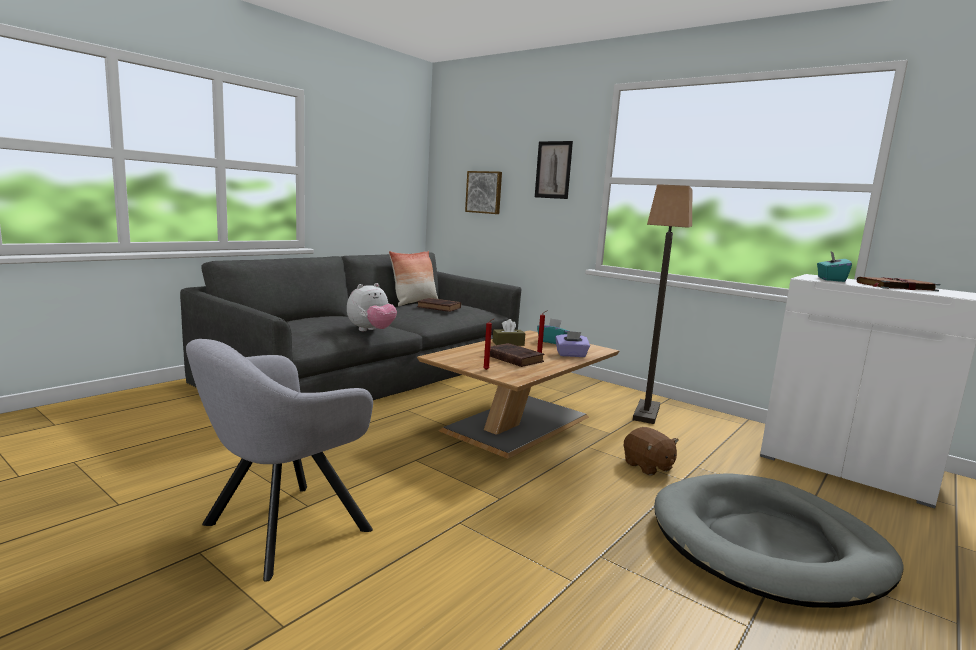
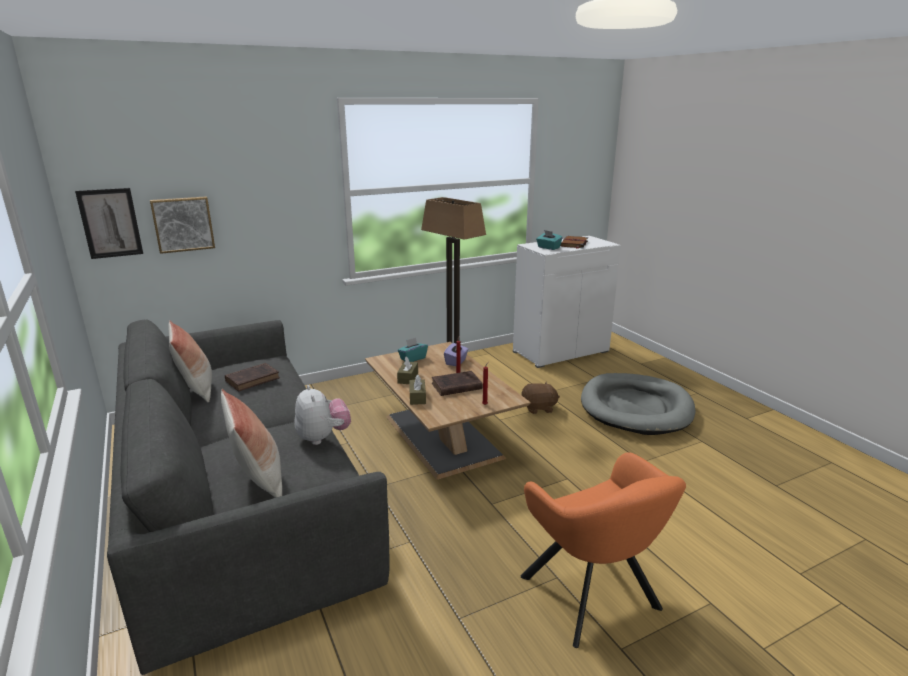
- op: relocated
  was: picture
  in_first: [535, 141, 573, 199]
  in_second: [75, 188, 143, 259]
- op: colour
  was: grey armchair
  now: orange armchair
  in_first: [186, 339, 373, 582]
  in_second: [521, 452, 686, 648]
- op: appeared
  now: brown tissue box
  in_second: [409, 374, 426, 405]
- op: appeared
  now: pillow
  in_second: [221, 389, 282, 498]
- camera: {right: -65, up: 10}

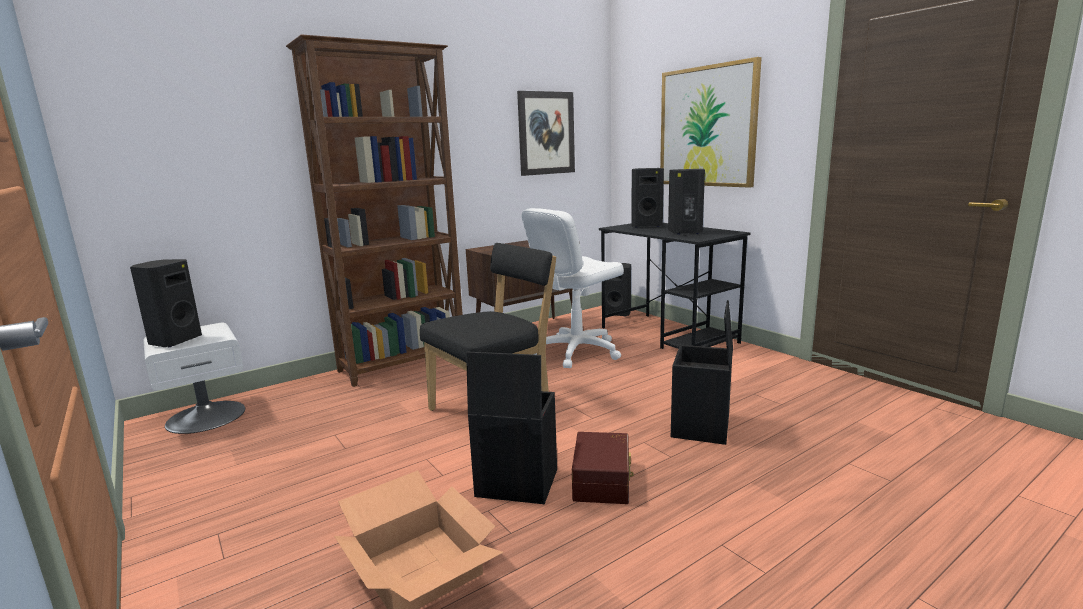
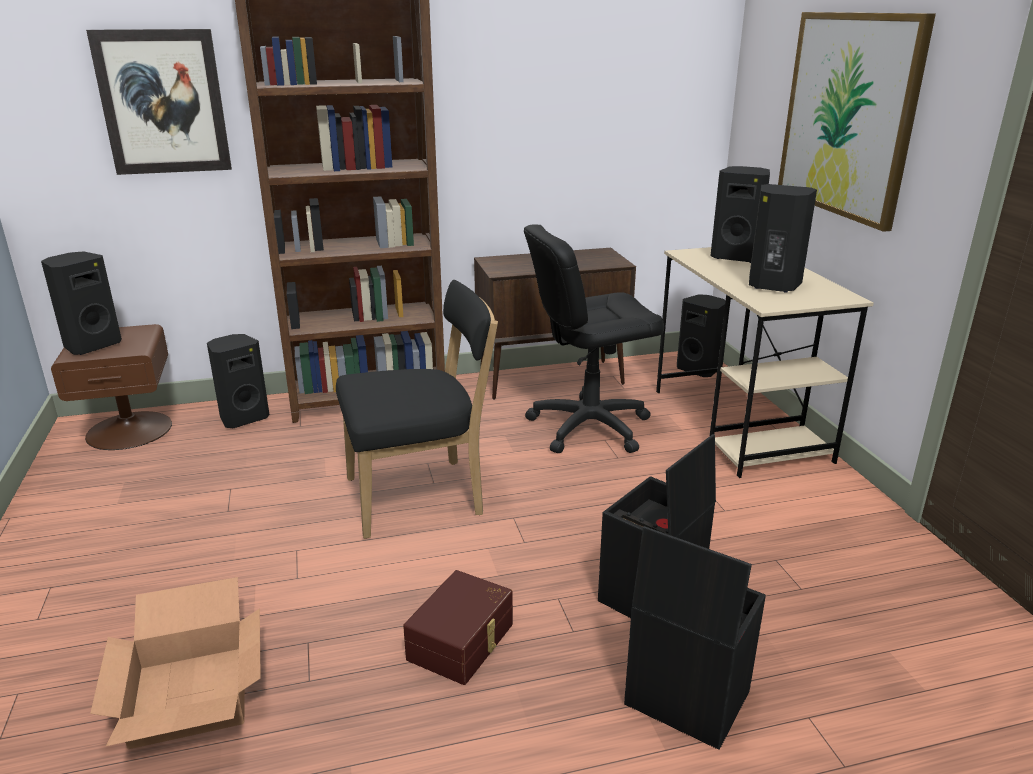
- op: relocated
  was: picture
  in_first: [517, 91, 575, 176]
  in_second: [86, 29, 232, 175]
- op: colour
  was: white office chair
  now: black office chair
  in_first: [521, 208, 624, 368]
  in_second: [524, 225, 664, 453]
- op: colour
  was: black desk
  now: beige desk
  in_first: [599, 223, 750, 349]
  in_second: [656, 247, 874, 478]
- op: colour
  was: white nightstand
  now: brown nightstand
  in_first: [143, 322, 245, 434]
  in_second: [51, 324, 172, 450]
- op: relocated
  was: black storage box
  in_first: [466, 352, 557, 504]
  in_second: [624, 526, 766, 750]
- op: appeared
  now: black speaker
  in_second: [207, 334, 270, 428]
- camera: {right: 20, up: 10}

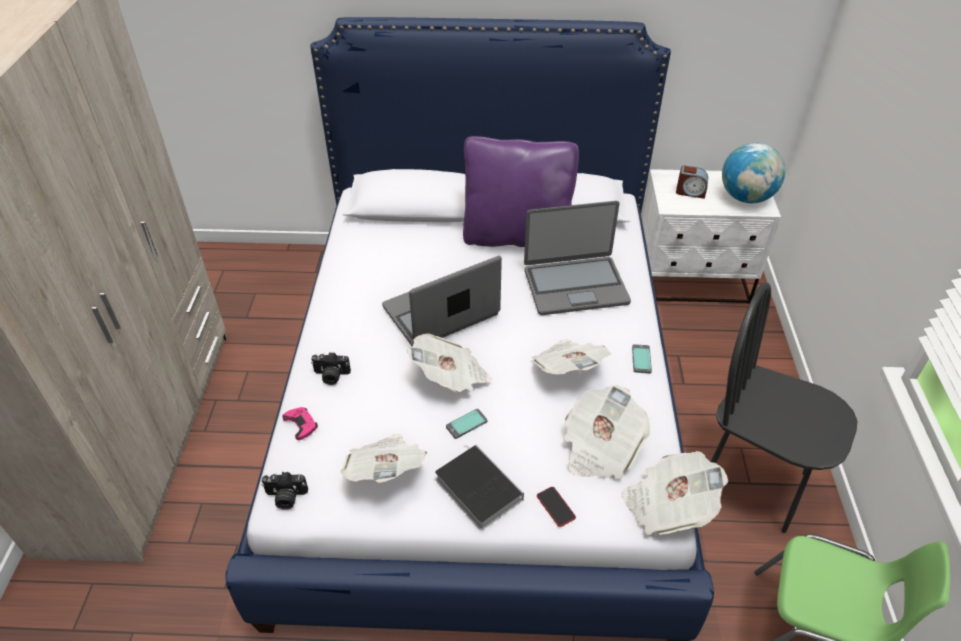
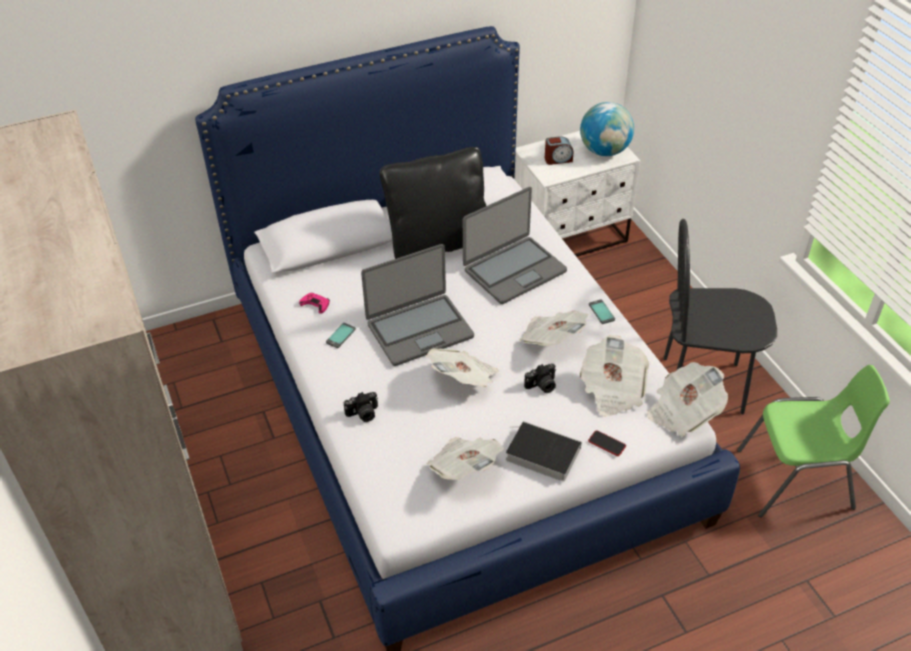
- op: colour
  was: purple pillow
  now: black pillow
  in_first: [463, 136, 579, 247]
  in_second: [380, 147, 486, 259]
- op: spun
  was: laptop
  in_first: [382, 256, 502, 346]
  in_second: [361, 244, 474, 366]
  clockwise: -150
- op: relocated
  was: pink game controller
  in_first: [282, 407, 318, 440]
  in_second: [299, 293, 330, 314]
- op: relocated
  was: phone
  in_first: [446, 409, 488, 439]
  in_second: [326, 323, 356, 348]
- op: relocated
  was: photo camera
  in_first: [262, 472, 308, 510]
  in_second: [524, 364, 556, 393]
- camera: {right: -25, up: 0}

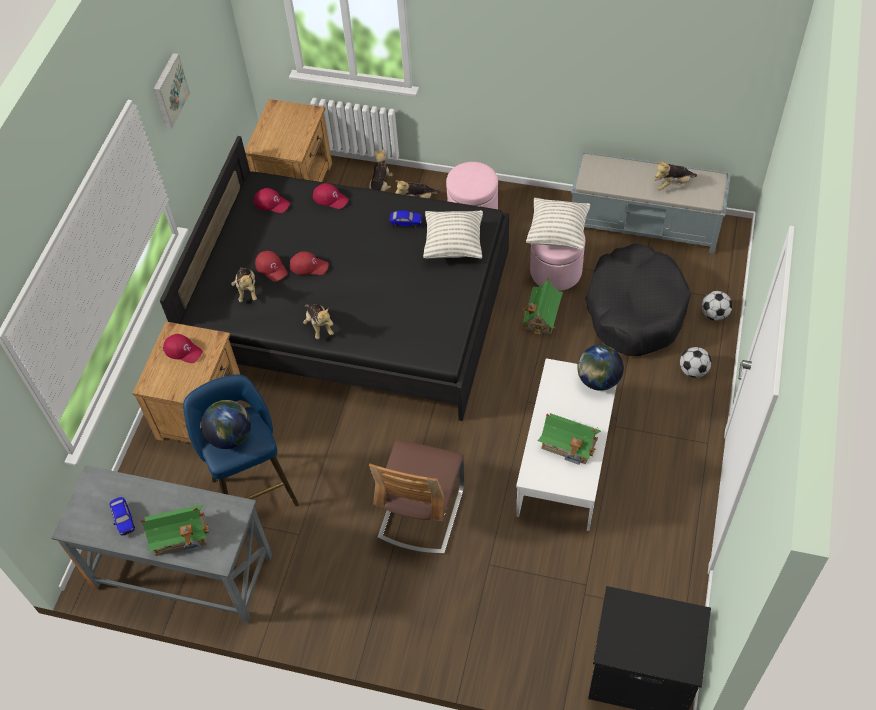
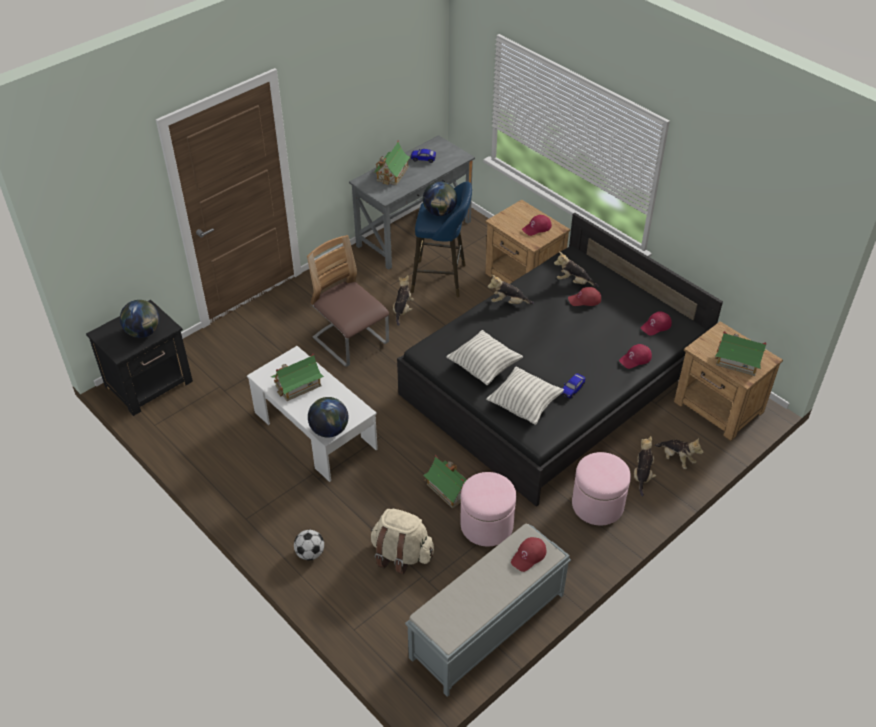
- op: missing
  was: picture
  in_first: [153, 53, 190, 129]
- op: relocated
  was: plush toy
  in_first: [654, 162, 697, 190]
  in_second: [393, 275, 414, 326]
- op: relocated
  was: pillow
  in_first: [526, 198, 590, 250]
  in_second: [446, 330, 523, 385]
- op: exchanged
  was: black dog bed
  now: beige backpack
  in_first: [585, 243, 691, 356]
  in_second: [371, 509, 434, 574]
- op: relocated
  was: red cap
  in_first: [290, 251, 329, 275]
  in_second: [511, 537, 546, 572]
- op: missing
  was: football
  in_first: [702, 291, 732, 321]
- op: appeared
  now: globe
  in_second: [120, 300, 160, 338]
- op: appeared
  now: toy house
  in_second: [715, 331, 767, 376]
- camera: {right: 120, up: -10}

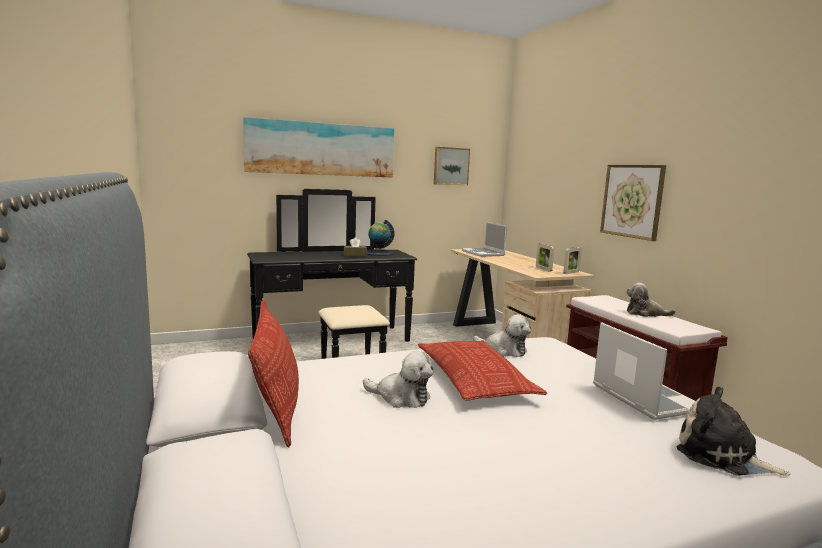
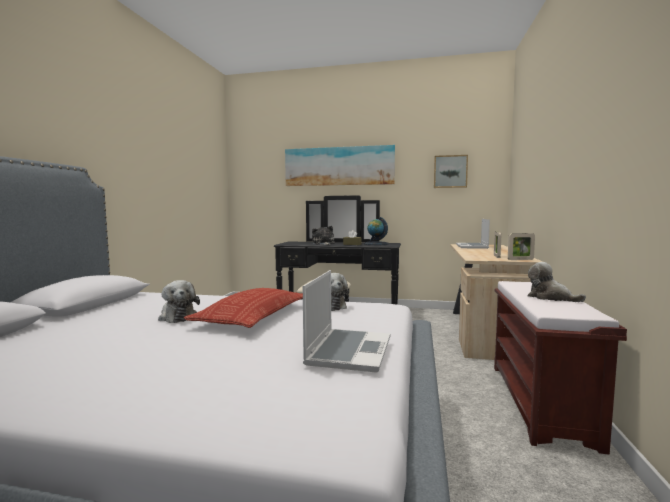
- op: missing
  was: picture
  in_first: [600, 165, 666, 241]
- op: missing
  was: pillow
  in_first: [248, 300, 299, 447]
- op: relocated
  was: plush toy
  in_first: [677, 387, 791, 476]
  in_second: [312, 226, 335, 245]
- camera: {right: 35, up: -5}

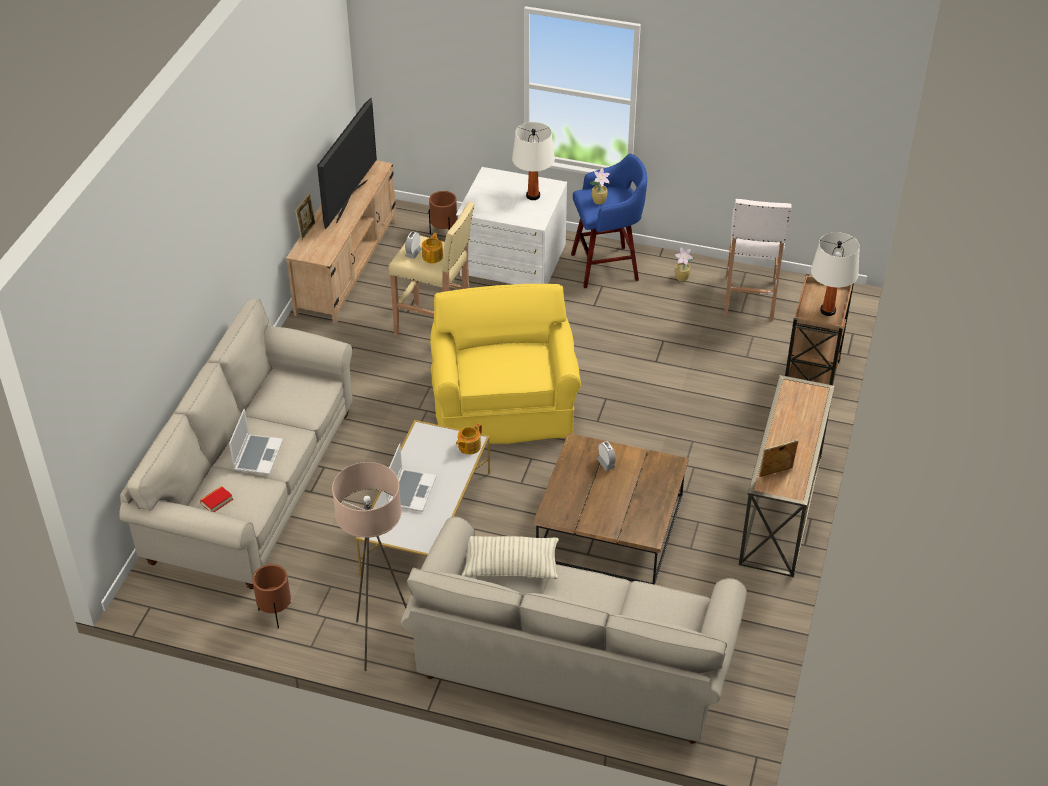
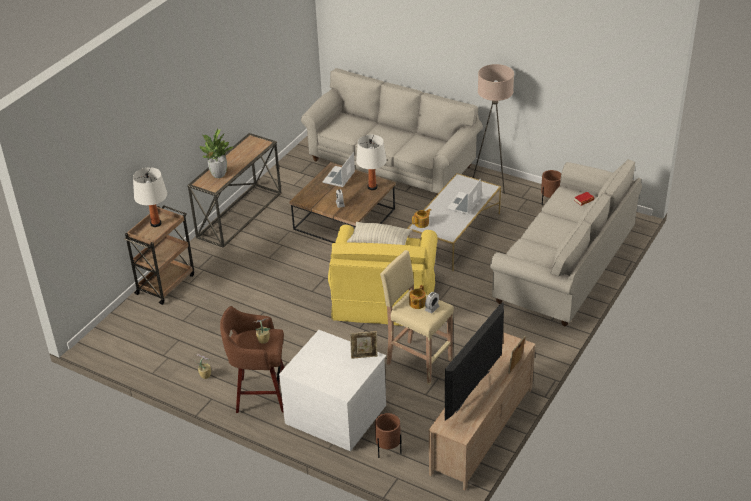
- op: relocated
  was: white table lamp
  in_first: [512, 122, 555, 200]
  in_second: [356, 135, 387, 190]
- op: colour
  was: blue stool
  now: brown stool
  in_first: [571, 154, 647, 288]
  in_second: [220, 306, 285, 413]
- op: missing
  was: white stool
  in_first: [724, 199, 792, 321]
- op: relocated
  was: laptop
  in_first: [229, 409, 283, 475]
  in_second: [323, 152, 355, 187]
- op: relocated
  was: picture frame
  in_first: [759, 440, 798, 477]
  in_second: [350, 331, 378, 359]
- op: relocated
  was: pillow
  in_first: [462, 536, 559, 579]
  in_second: [347, 222, 412, 245]
- op: appeared
  now: potted plant
  in_second: [199, 129, 234, 178]
- camera: {right: -165, up: -5}

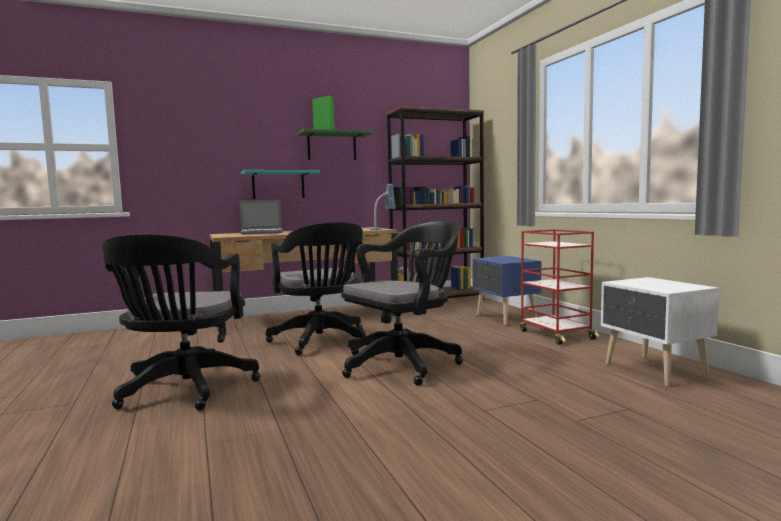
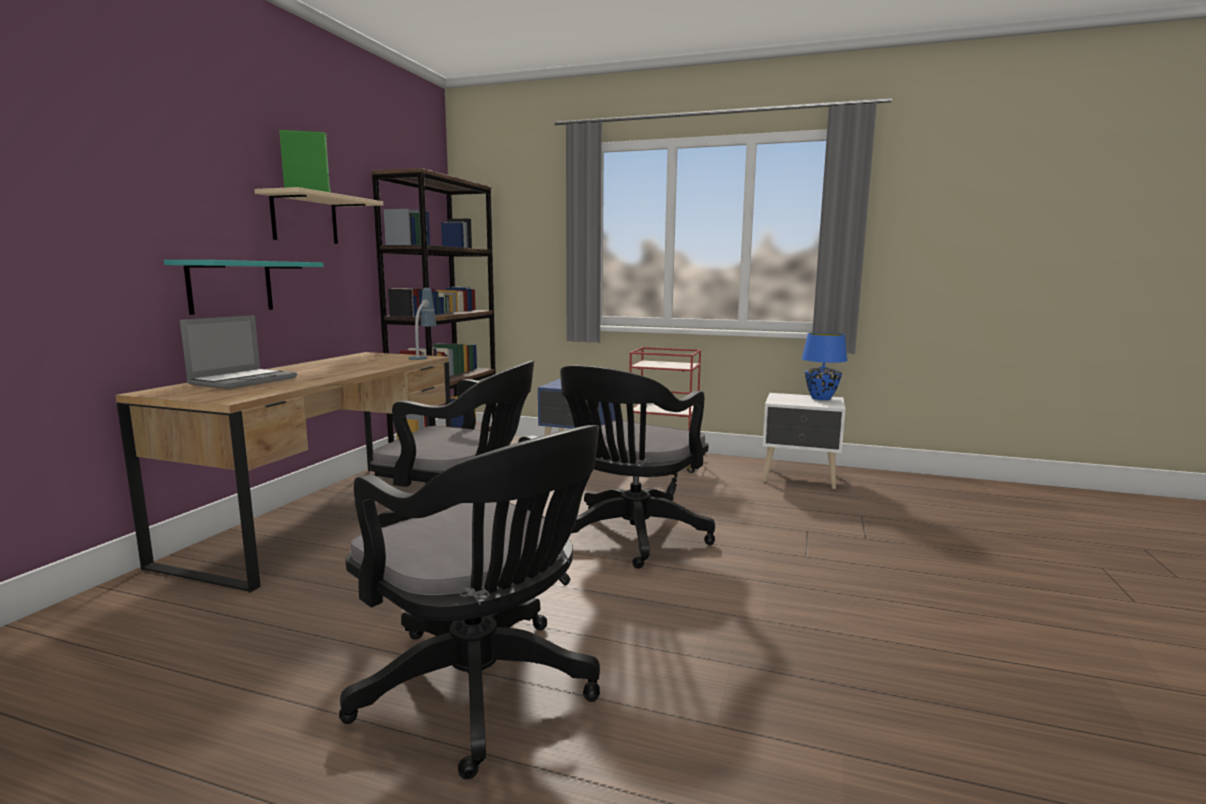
- op: colour
  was: green shelf
  now: beige shelf
  in_first: [297, 129, 374, 160]
  in_second: [254, 187, 383, 244]
- op: spun
  was: black office chair
  in_first: [342, 220, 463, 386]
  in_second: [560, 365, 715, 569]
  clockwise: -150
- op: appeared
  now: blue table lamp
  in_second: [801, 332, 847, 400]
- camera: {right: -50, up: 5}

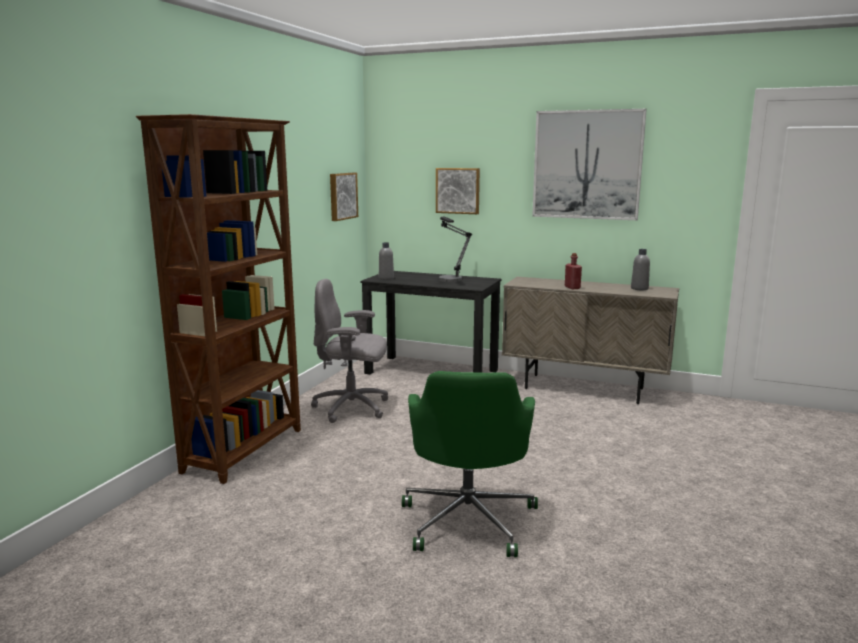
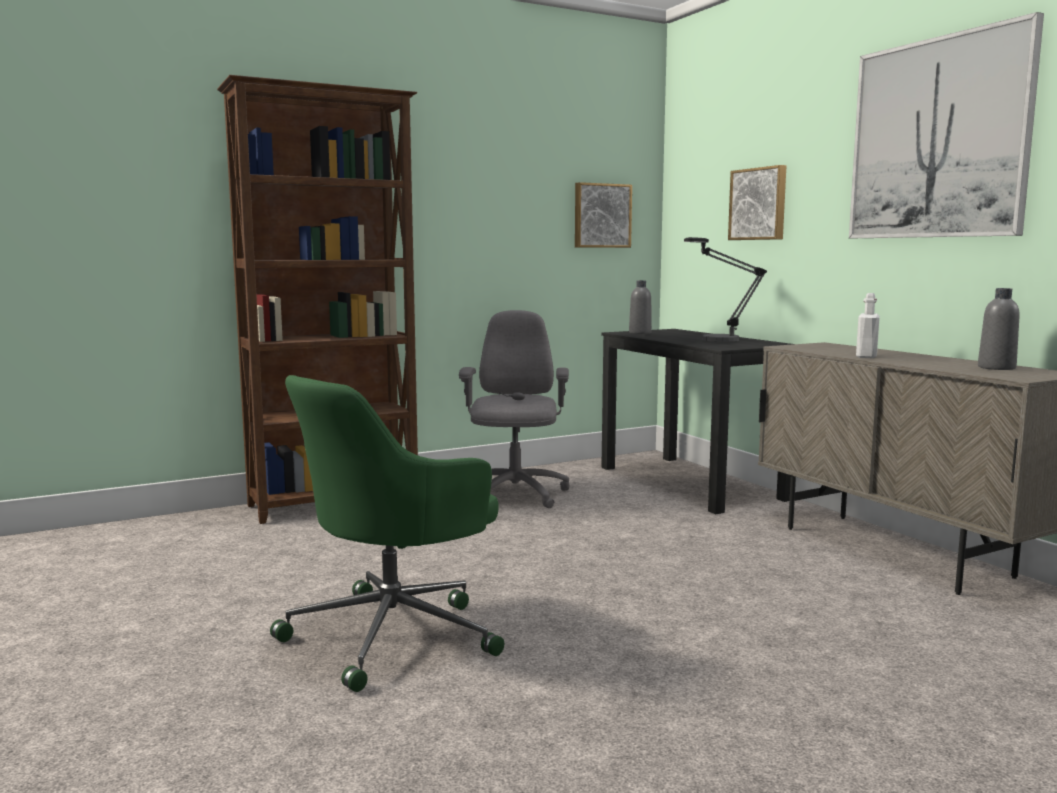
- op: colour
  was: red bottle
  now: white bottle
  in_first: [565, 253, 582, 289]
  in_second: [856, 293, 880, 358]
- op: spun
  was: grey office chair
  in_first: [311, 279, 388, 423]
  in_second: [459, 310, 570, 508]
  clockwise: 45
- camera: {right: 40, up: -5}

